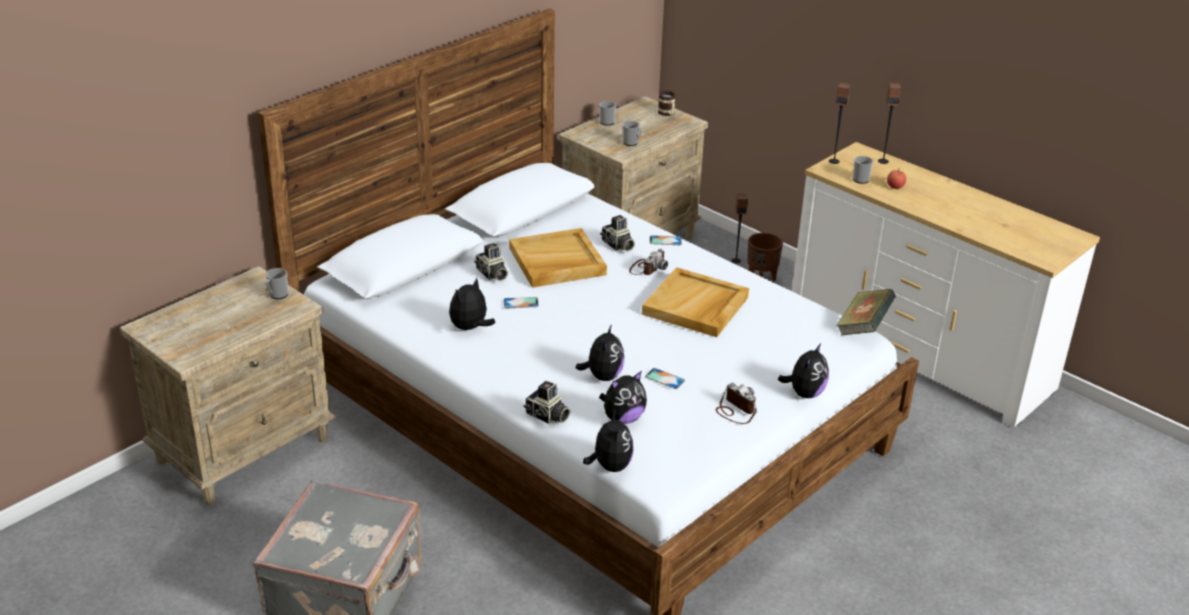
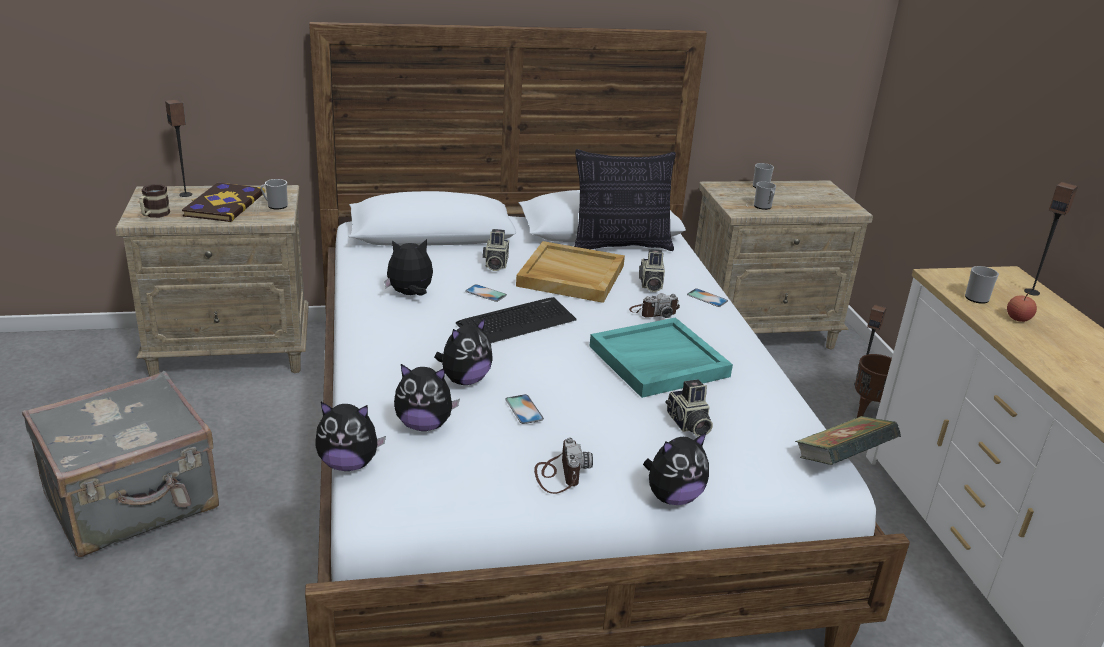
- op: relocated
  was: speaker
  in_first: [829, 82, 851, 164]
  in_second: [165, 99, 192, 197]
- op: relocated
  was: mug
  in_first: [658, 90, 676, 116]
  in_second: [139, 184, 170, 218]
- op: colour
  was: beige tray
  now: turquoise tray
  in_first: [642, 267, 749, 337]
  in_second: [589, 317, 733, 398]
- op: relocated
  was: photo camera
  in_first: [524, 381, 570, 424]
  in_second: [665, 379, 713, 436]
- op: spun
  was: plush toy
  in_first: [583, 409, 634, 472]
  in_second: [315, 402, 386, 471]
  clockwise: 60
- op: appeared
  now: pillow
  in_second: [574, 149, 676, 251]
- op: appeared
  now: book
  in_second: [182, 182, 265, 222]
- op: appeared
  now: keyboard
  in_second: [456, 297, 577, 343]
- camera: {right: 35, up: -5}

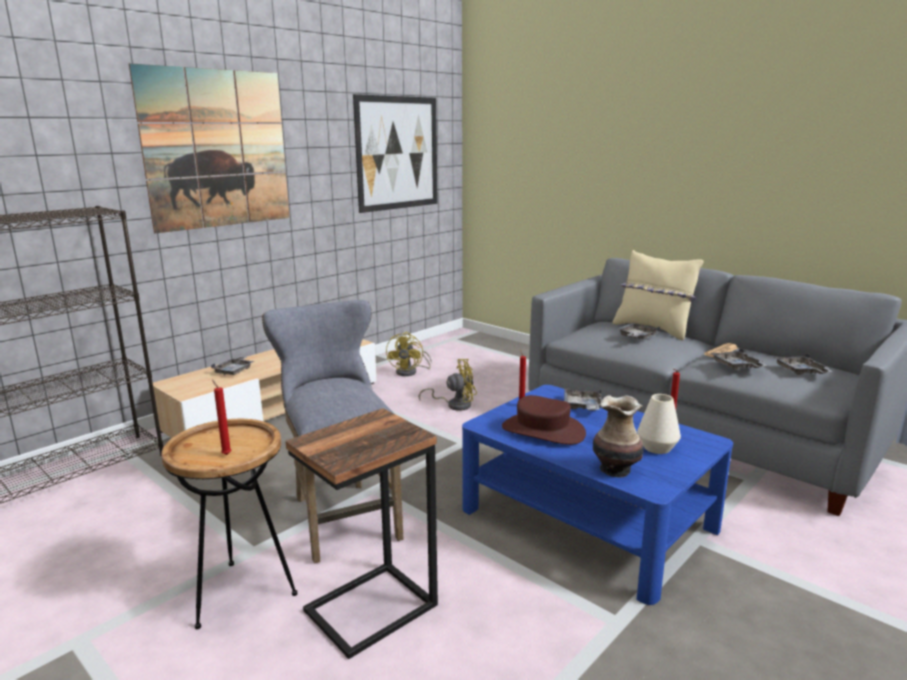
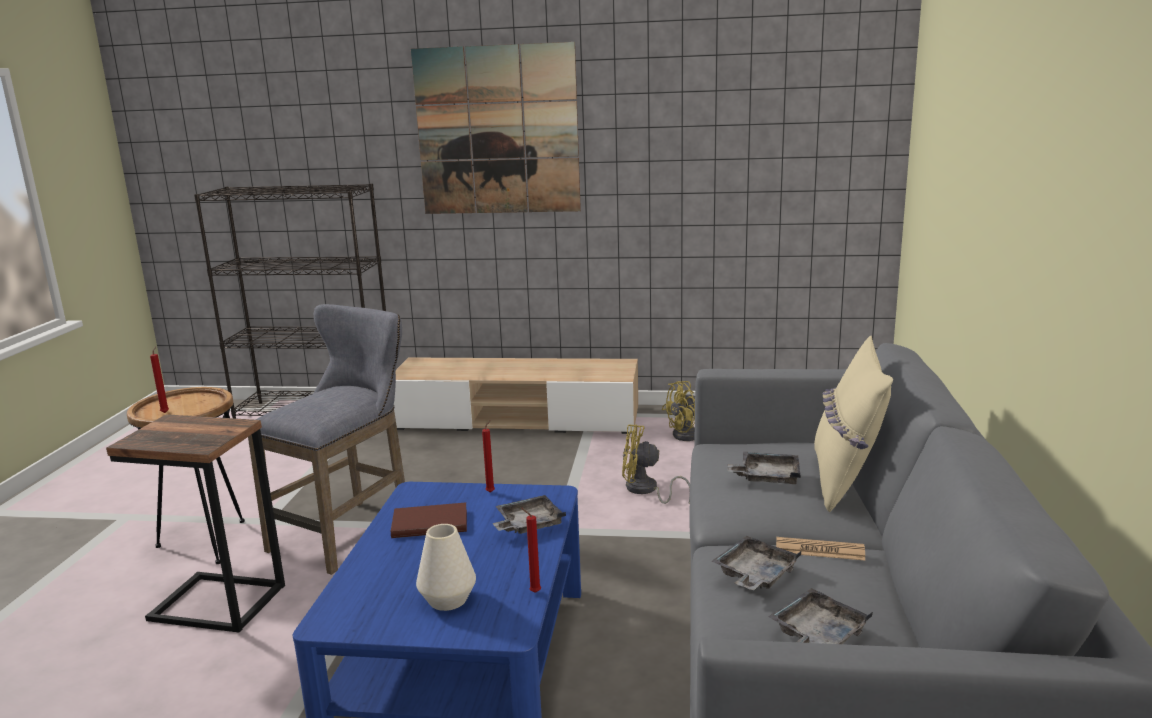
- op: missing
  was: picture
  in_first: [353, 94, 438, 213]
- op: missing
  was: grey tray
  in_first: [211, 356, 254, 375]
- op: spun
  was: yellow fan
  in_first: [419, 359, 477, 411]
  in_second: [622, 424, 690, 504]
  clockwise: 150
- op: exchanged
  was: brown hat
  now: brown book
  in_first: [502, 395, 586, 445]
  in_second: [391, 502, 467, 538]
- op: missing
  was: vase
  in_first: [593, 395, 644, 478]
- camera: {right: 55, up: 0}

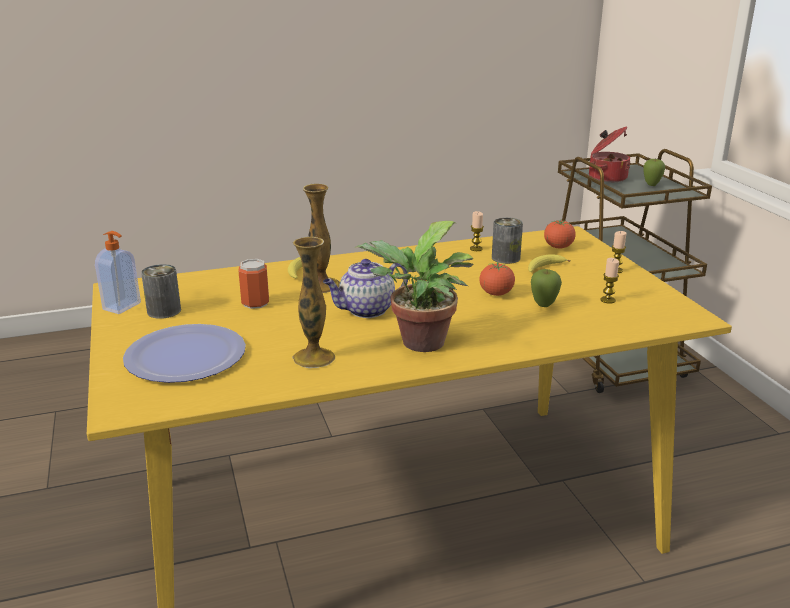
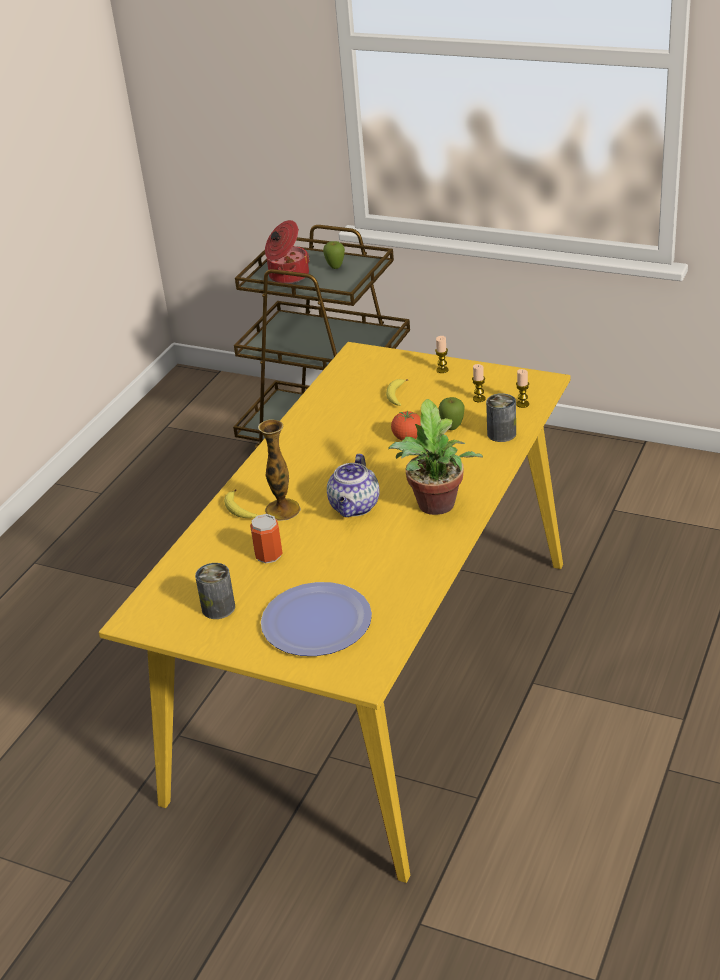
- op: relocated
  was: candle
  in_first: [470, 211, 484, 251]
  in_second: [516, 369, 529, 408]
- op: relocated
  was: can
  in_first: [492, 217, 523, 264]
  in_second: [486, 393, 516, 442]
- op: missing
  was: tomato
  in_first: [544, 220, 575, 249]
- op: missing
  was: soap dispenser
  in_first: [95, 231, 141, 314]
- op: missing
  was: vase
  in_first: [292, 237, 335, 368]
- camera: {right: -45, up: 10}

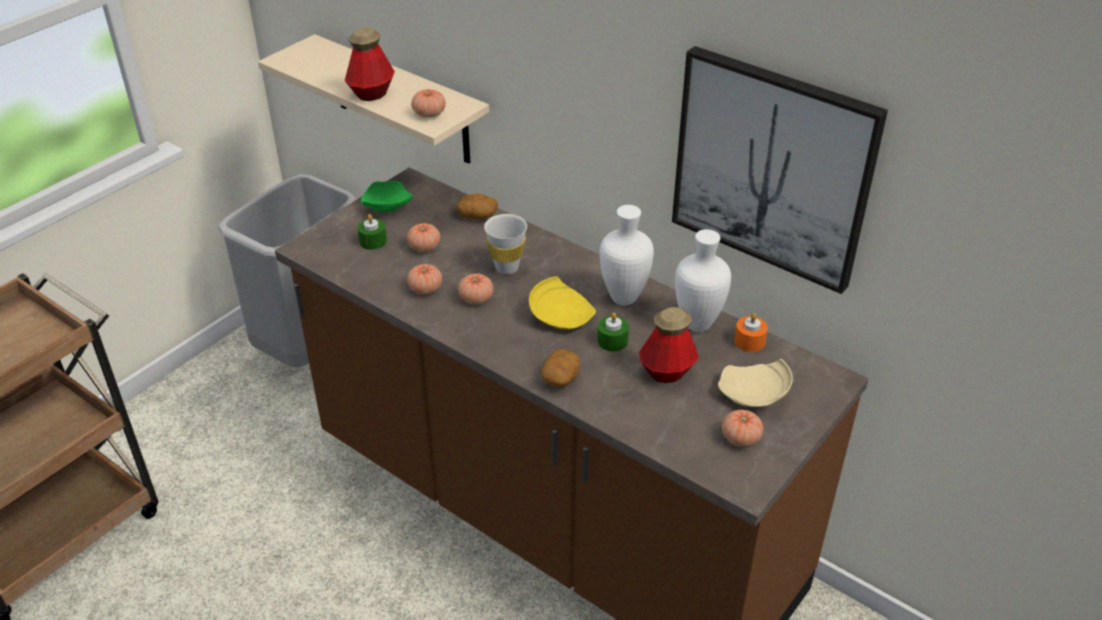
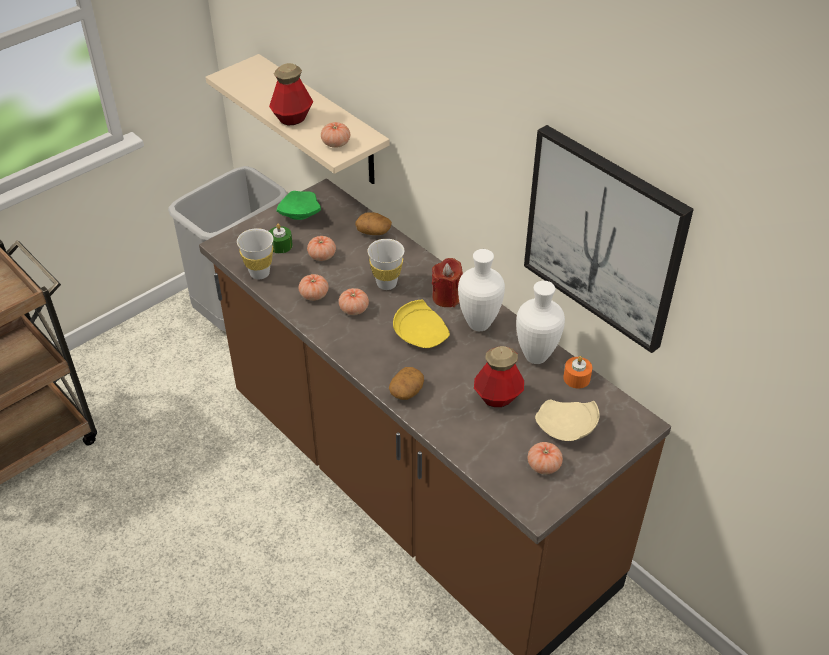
- op: missing
  was: green candle
  in_first: [597, 313, 629, 351]
- op: appeared
  now: white cup
  in_second: [237, 228, 273, 279]
- op: appeared
  now: red candle
  in_second: [432, 258, 463, 307]
- camera: {right: 10, up: 5}

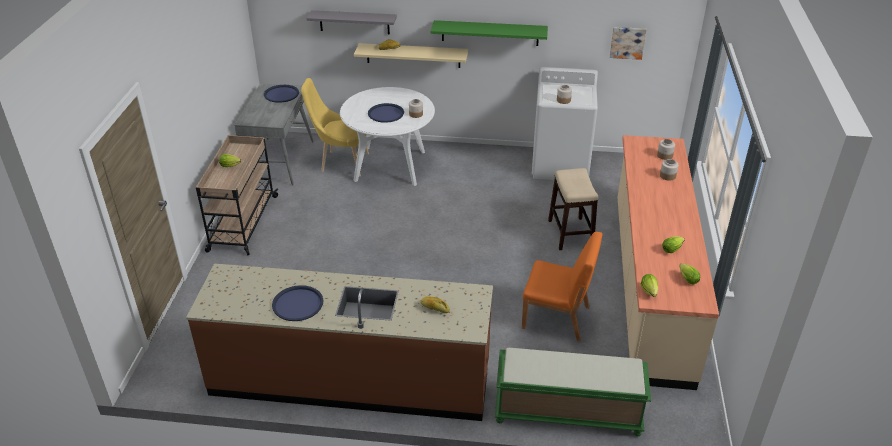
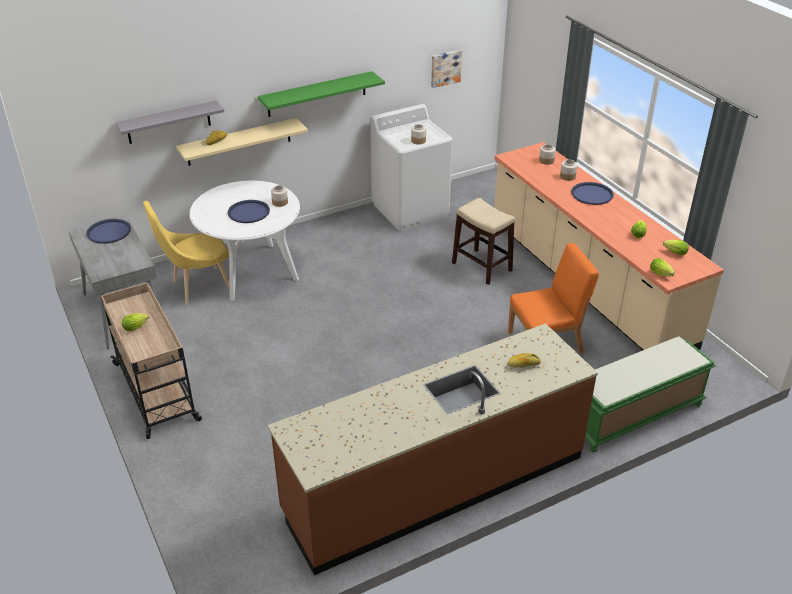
- op: relocated
  was: blue tray
  in_first: [272, 285, 323, 321]
  in_second: [571, 182, 614, 205]
- camera: {right: -35, up: 0}

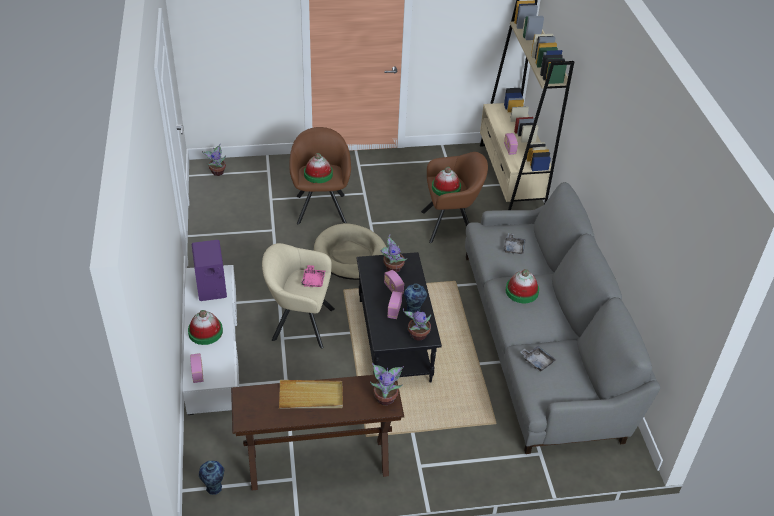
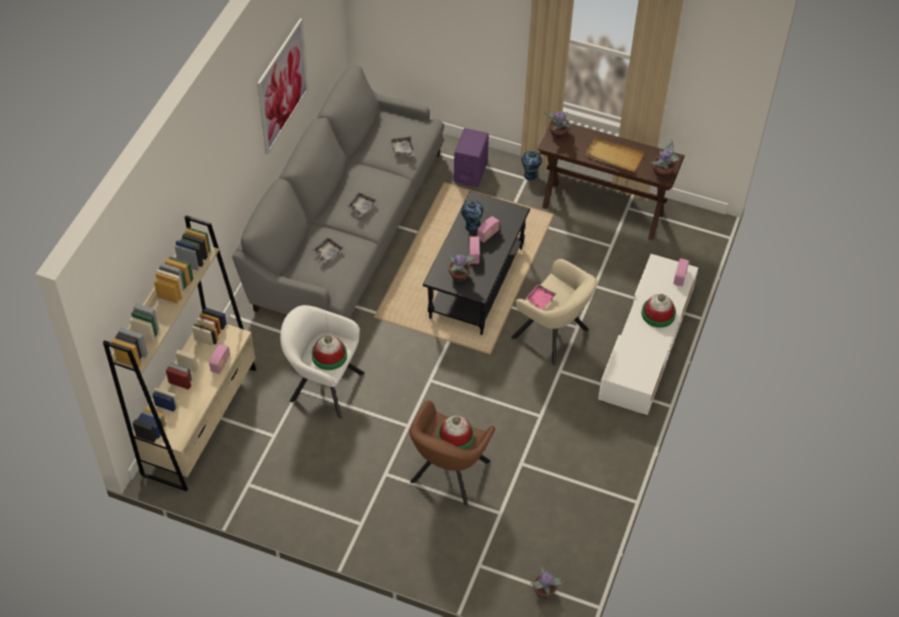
- op: colour
  was: brown armchair
  now: white armchair
  in_first: [421, 152, 488, 243]
  in_second: [280, 305, 364, 419]
- op: missing
  was: beige dog bed
  in_first: [314, 223, 386, 280]
- op: relocated
  was: purple speaker
  in_first: [192, 240, 227, 301]
  in_second: [454, 128, 489, 187]
- op: exchanged
  was: hat
  now: grey tray
  in_first: [505, 269, 539, 303]
  in_second: [347, 192, 376, 217]
- op: relocated
  was: potted plant
  in_first: [403, 308, 431, 341]
  in_second: [650, 140, 680, 178]
- op: relocated
  was: vase
  in_first: [199, 461, 224, 495]
  in_second: [521, 151, 542, 181]
- op: appeared
  now: picture
  in_second: [257, 18, 308, 154]
- camera: {right: -150, up: 10}

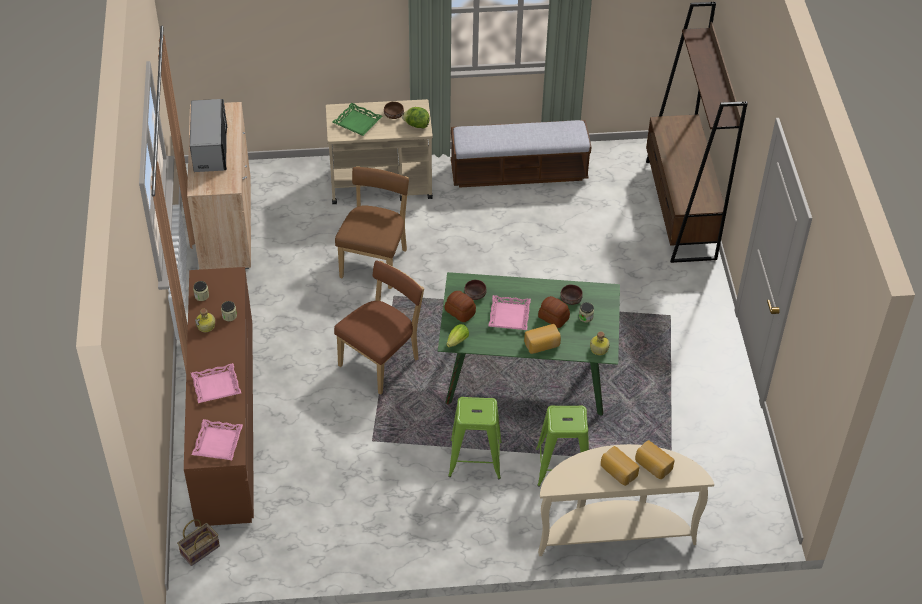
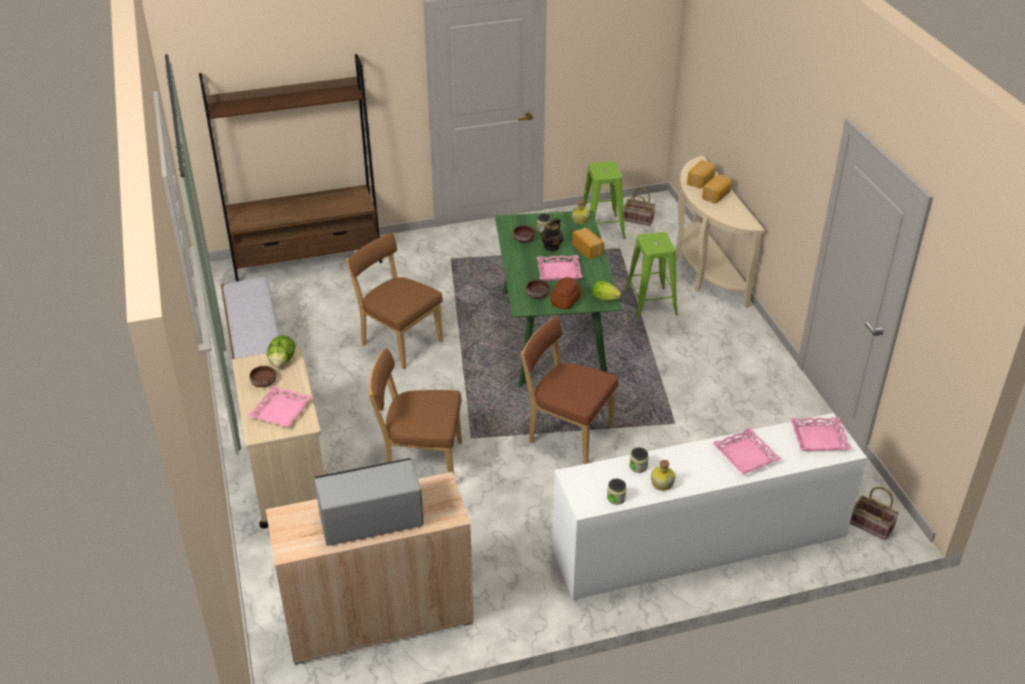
- op: colour
  was: green tray
  now: pink tray
  in_first: [333, 103, 382, 136]
  in_second: [248, 386, 312, 427]
- op: colour
  was: brown dresser
  now: white dresser
  in_first: [184, 267, 254, 527]
  in_second: [552, 413, 867, 600]
- op: exchanged
  was: bread
  now: teapot
  in_first: [538, 296, 570, 328]
  in_second: [540, 218, 563, 251]
- op: relocated
  was: green stool
  in_first: [448, 397, 502, 479]
  in_second: [583, 161, 626, 239]
- op: appeared
  now: basket
  in_second: [624, 188, 656, 226]
- op: appeared
  now: brown chair
  in_second: [346, 233, 443, 369]
- camera: {right: -100, up: -10}

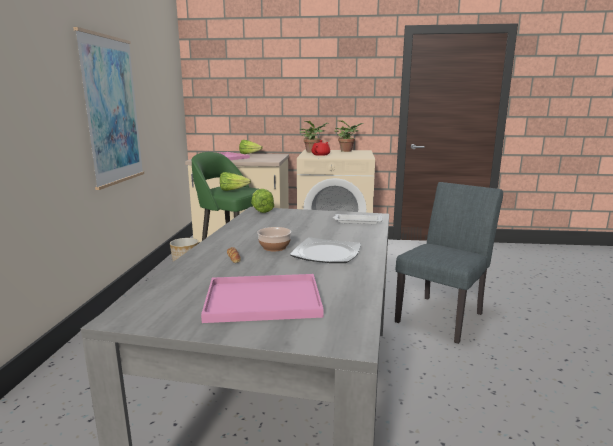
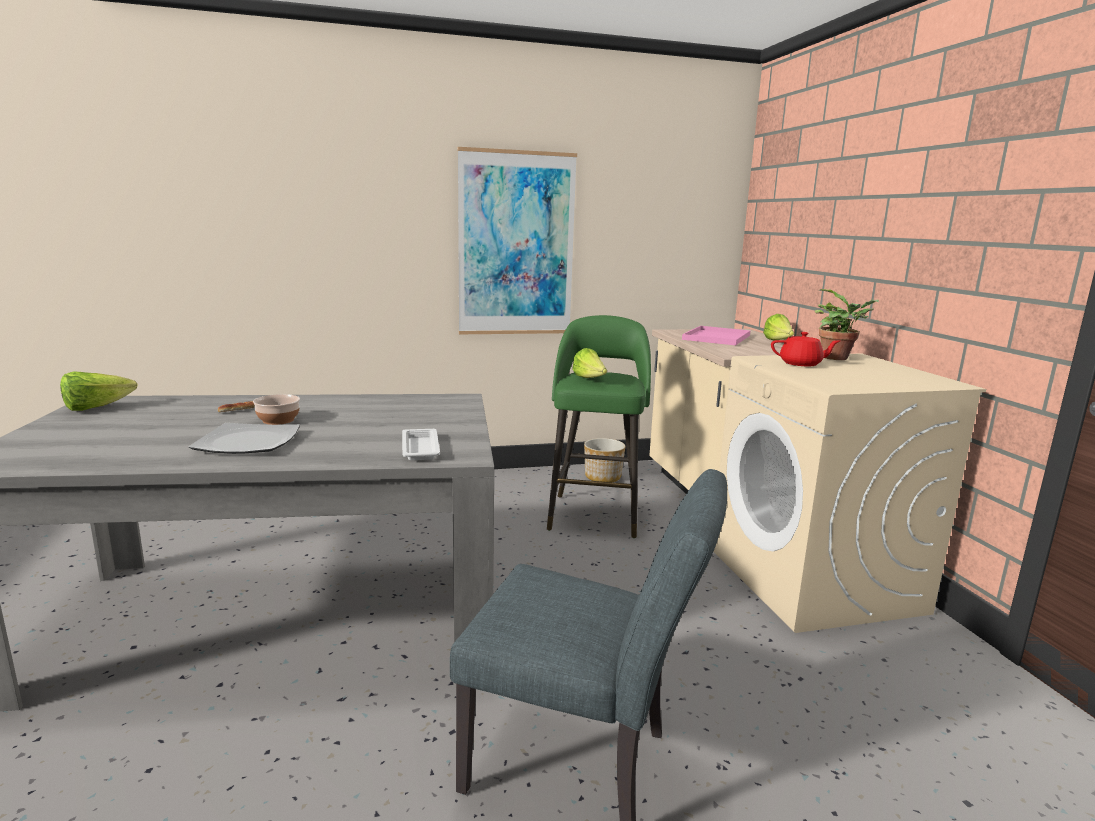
- op: missing
  was: potted plant
  in_first: [334, 120, 364, 152]
- op: relocated
  was: lettuce
  in_first: [251, 189, 274, 213]
  in_second: [60, 371, 138, 411]
- op: missing
  was: pink tray
  in_first: [201, 274, 324, 323]
- camera: {right: 70, up: 0}

